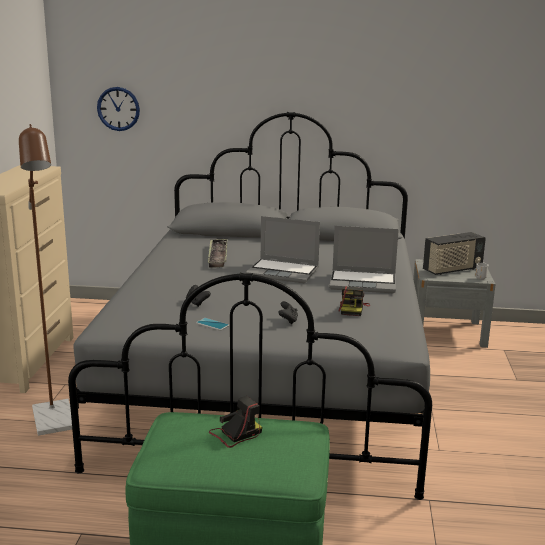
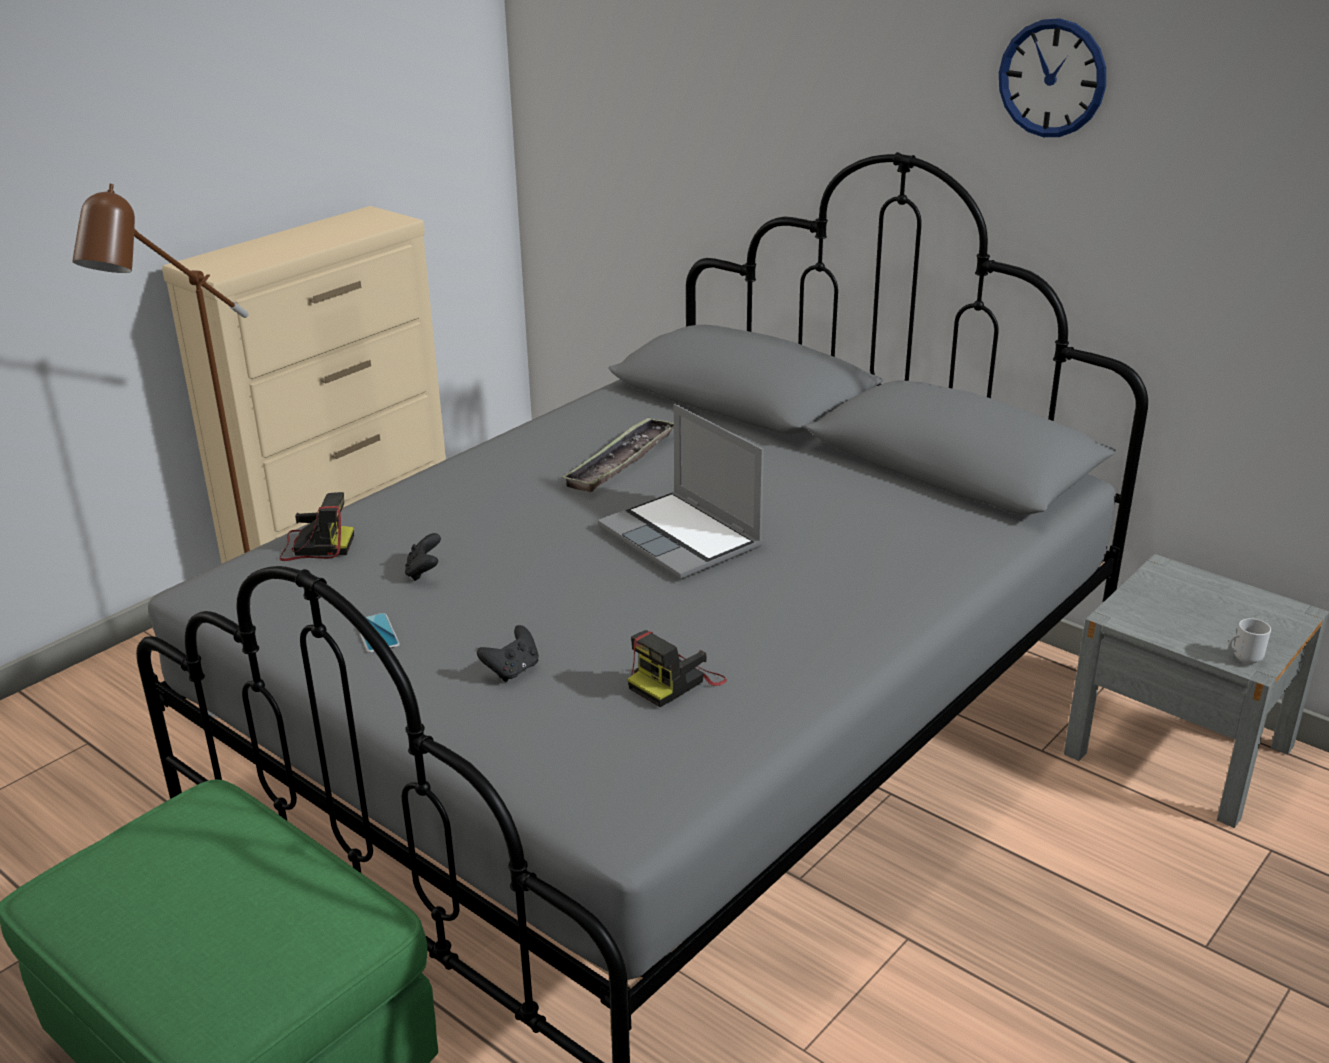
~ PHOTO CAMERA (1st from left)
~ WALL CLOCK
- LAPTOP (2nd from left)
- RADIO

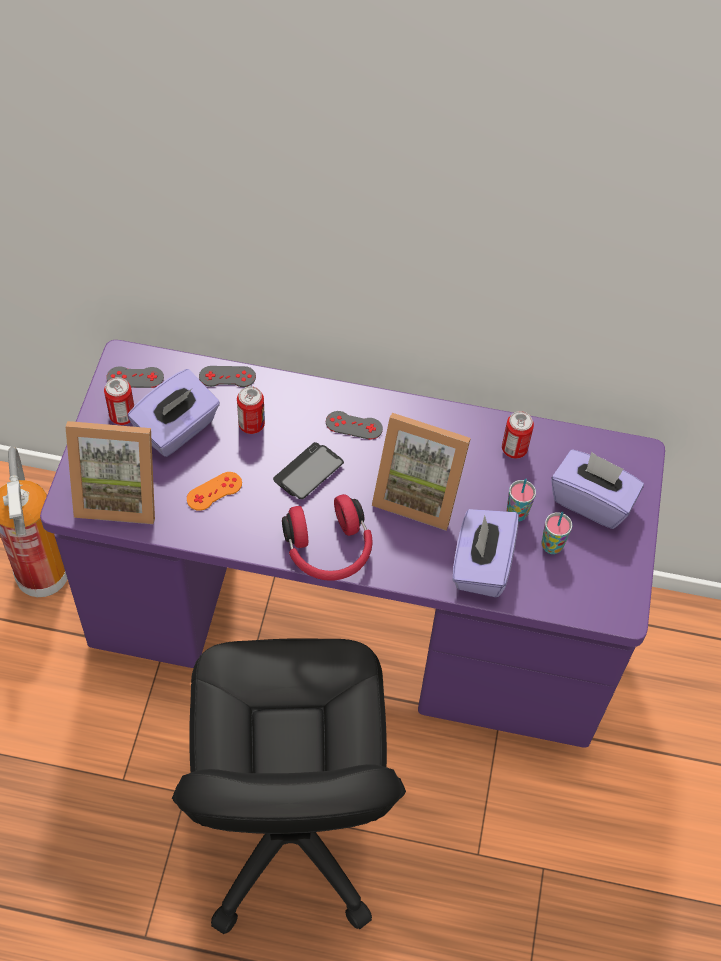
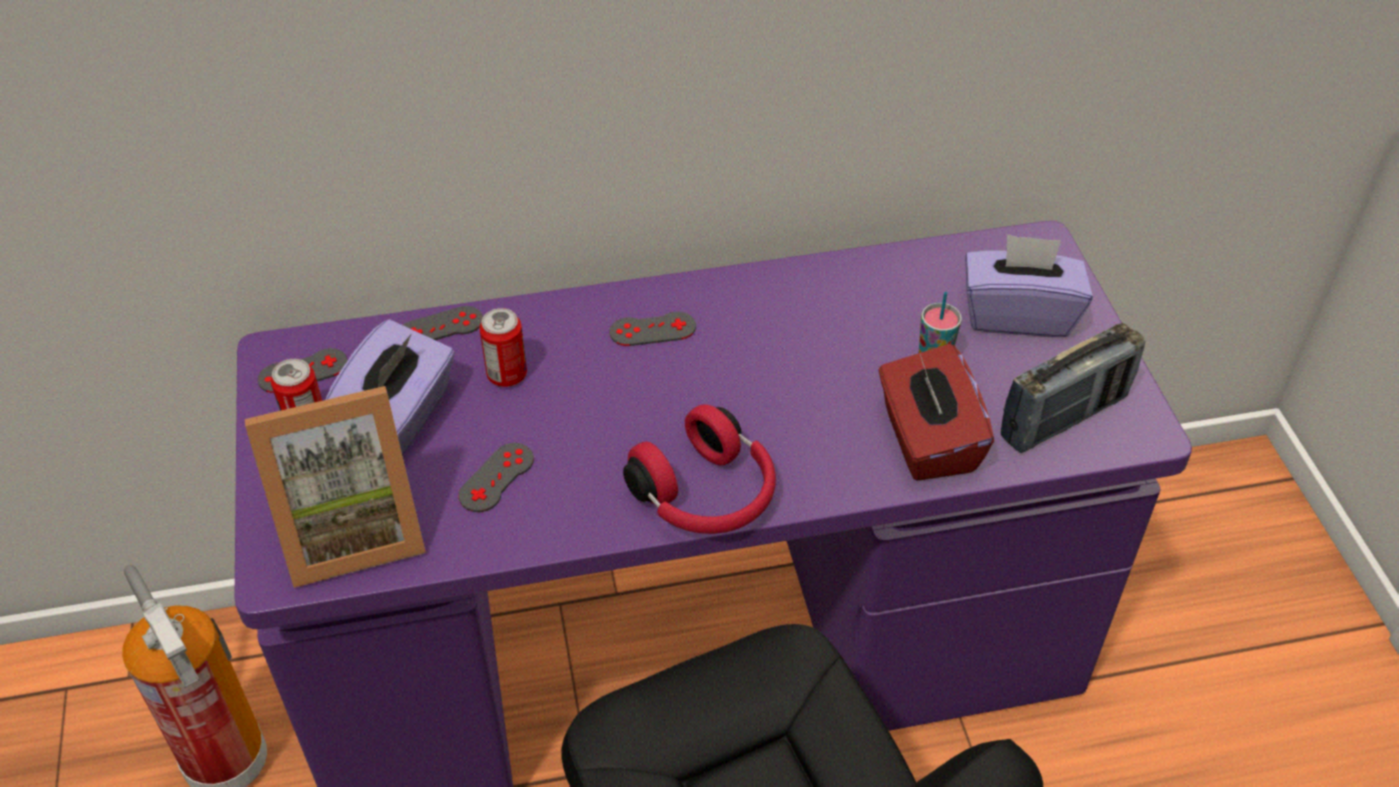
~ ORANGE GAME CONTROLLER to GREY GAME CONTROLLER (3rd from left)
~ PURPLE TISSUE BOX (2nd from left) to RED TISSUE BOX
+ RADIO
- PHONE
- PICTURE FRAME (2nd from left)
- CAN (3rd from left)
- CUP (2nd from left)

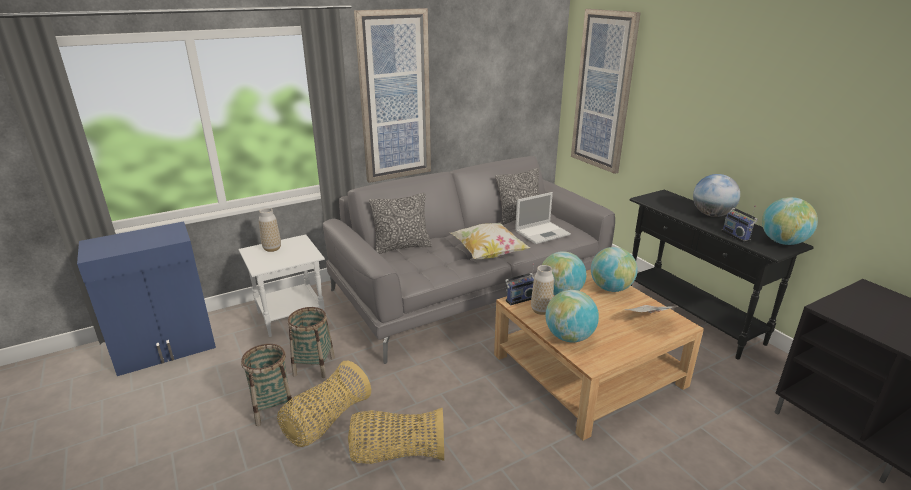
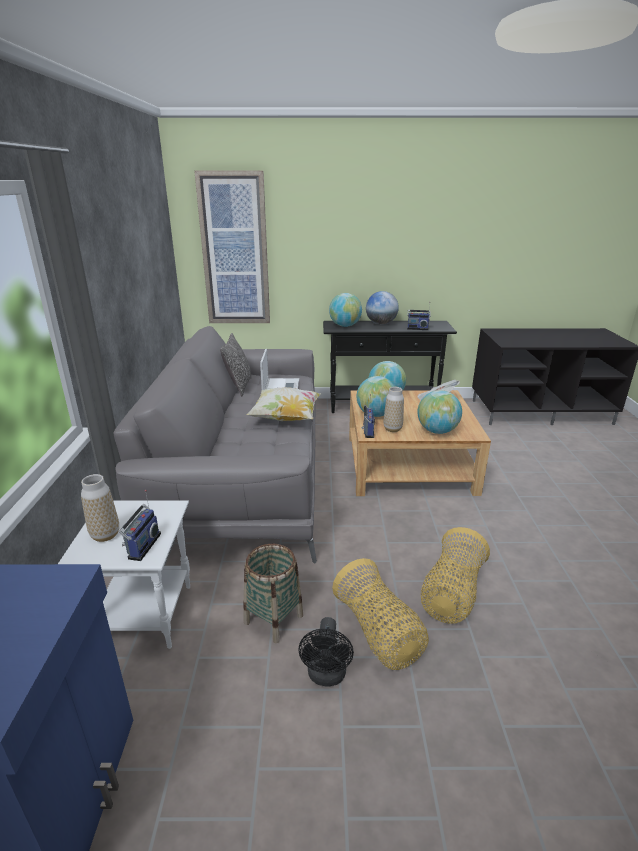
+ RADIO (1st from left)
~ BASKET (1st from left) to BLACK FAN
~ GLOBE (5th from left in the first image) to GLOBE (1st from left)
- PICTURE (1st from left)
- PILLOW (1st from left)

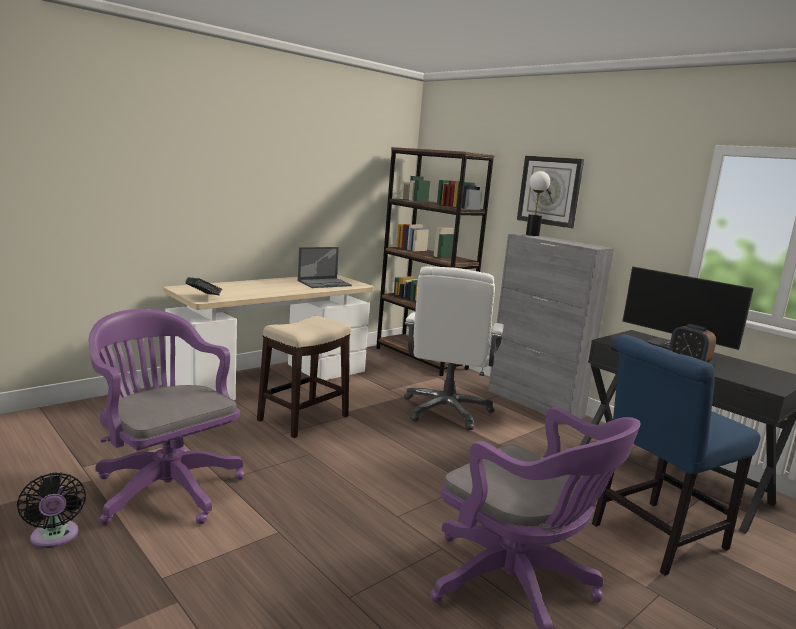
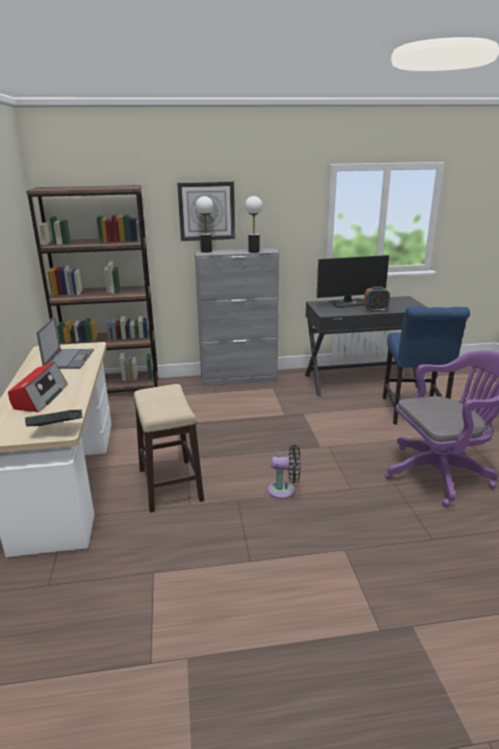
+ RADIO
+ TABLE LAMP (2nd from left)
~ BLACK FAN
- PURPLE OFFICE CHAIR (1st from left)
- WHITE OFFICE CHAIR

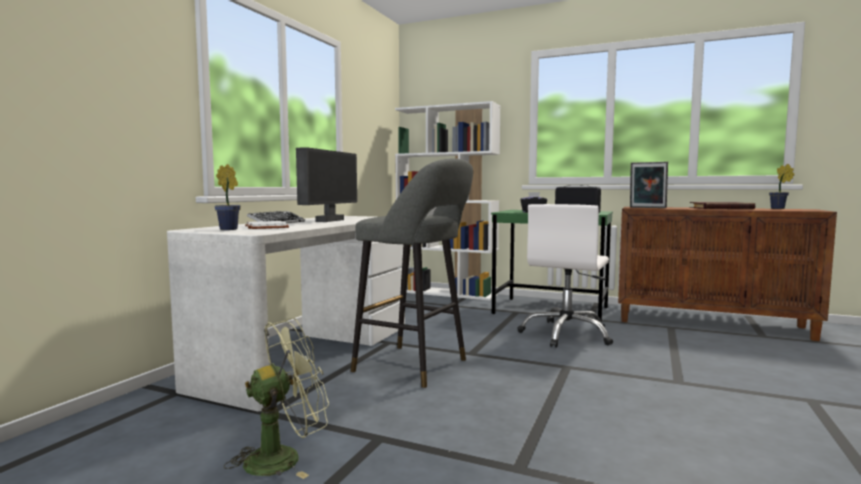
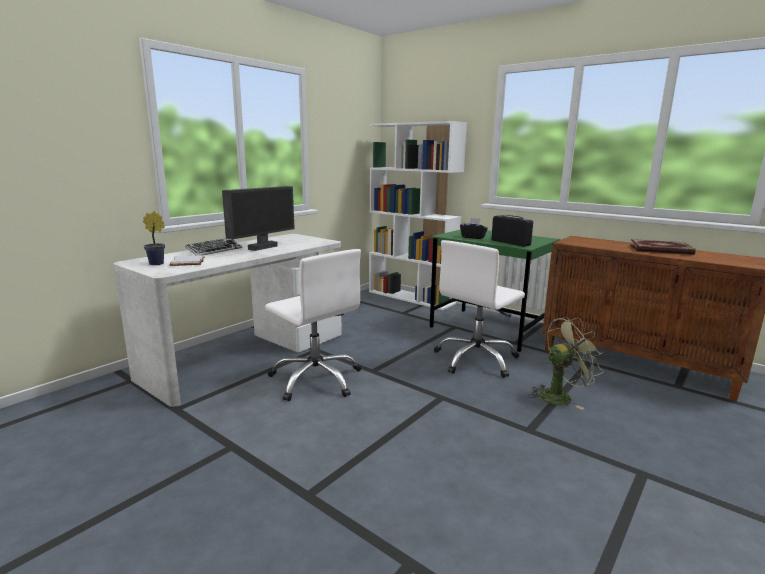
~ GREY STOOL to WHITE OFFICE CHAIR (1st from left)
~ GREEN FAN
- PICTURE FRAME
- POTTED PLANT (2nd from left)

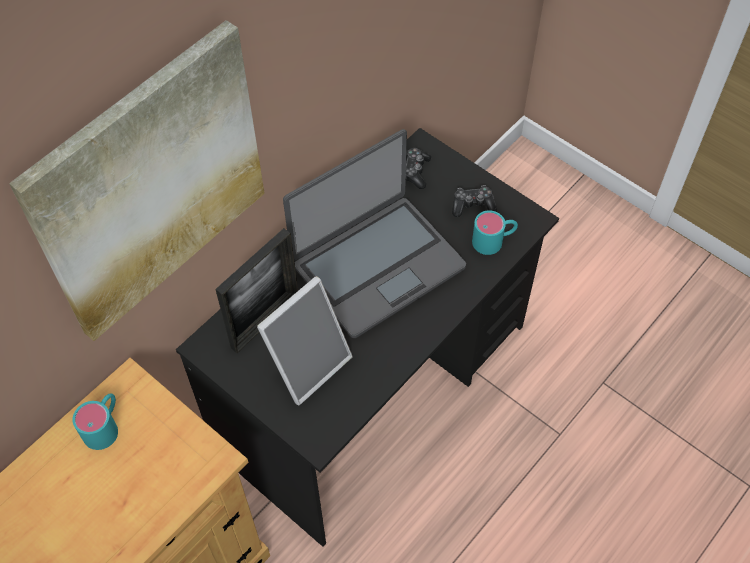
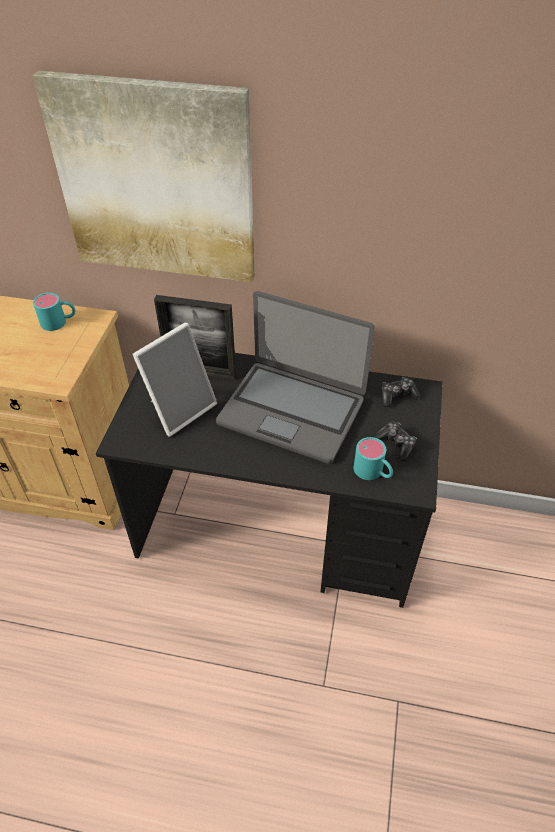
~ PICTURE FRAME (2nd from left in the first image) 60 degrees counterclockwise

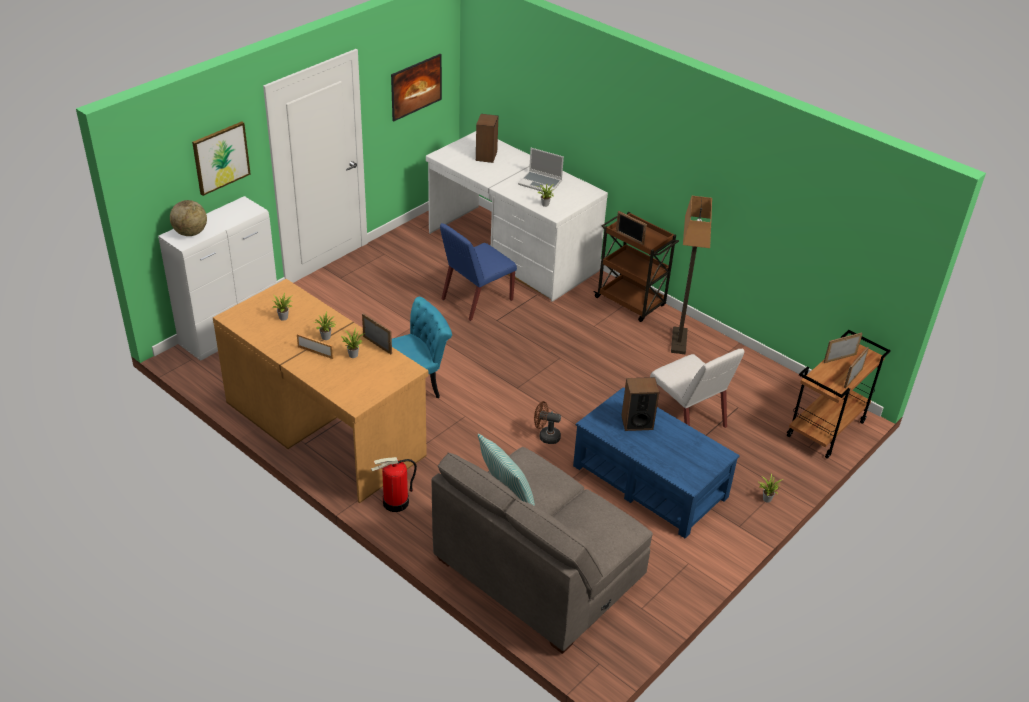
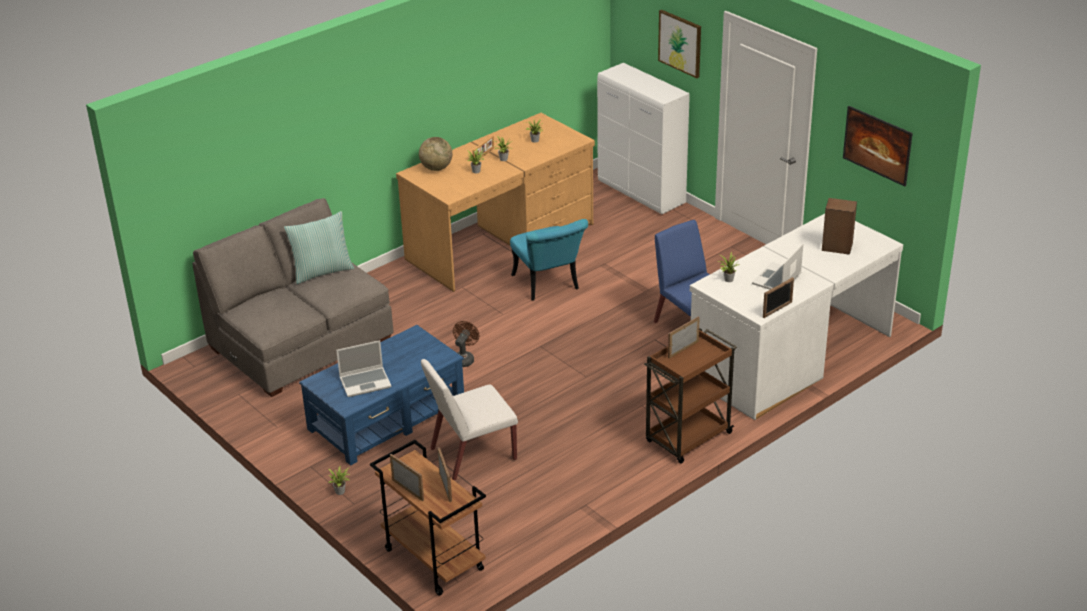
+ LAPTOP (1st from left)
~ GLOBE
~ PICTURE FRAME (2nd from left in the first image) to PICTURE FRAME (5th from left)
- FIRE EXTINGUISHER
- SPEAKER (2nd from left)
- FLOOR LAMP

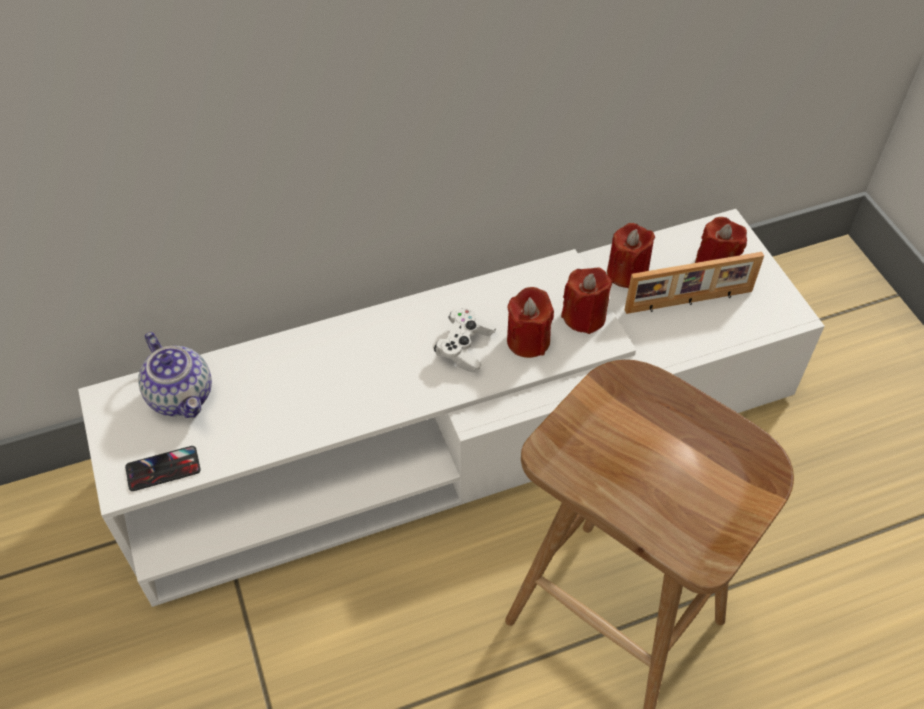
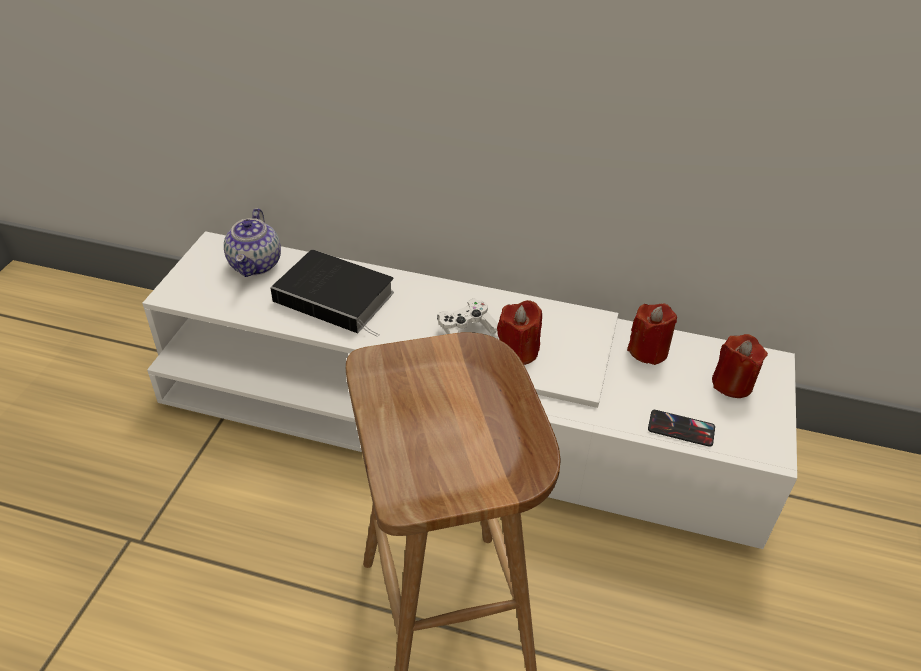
+ BOOK
~ PHONE
- RED CANDLE (2nd from left)
- PICTURE FRAME

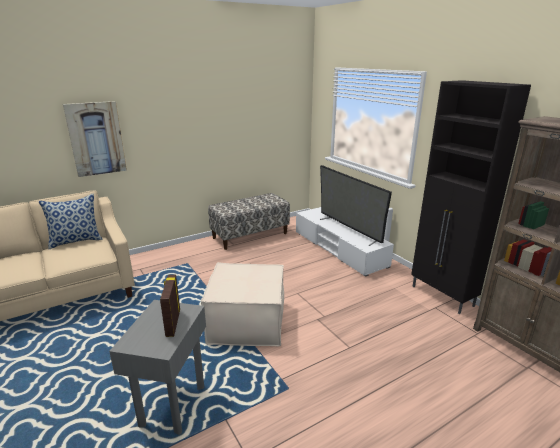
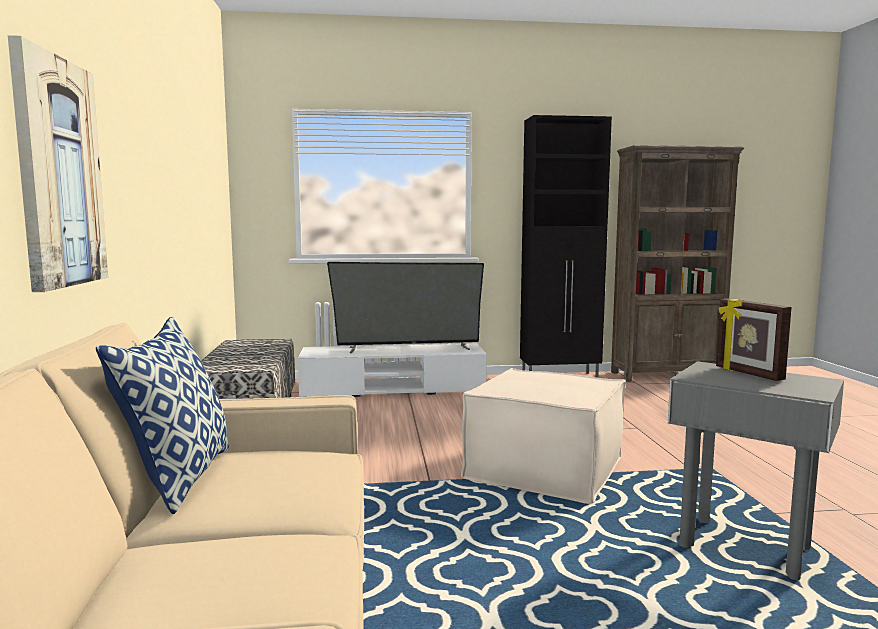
~ PICTURE FRAME 45 degrees clockwise

